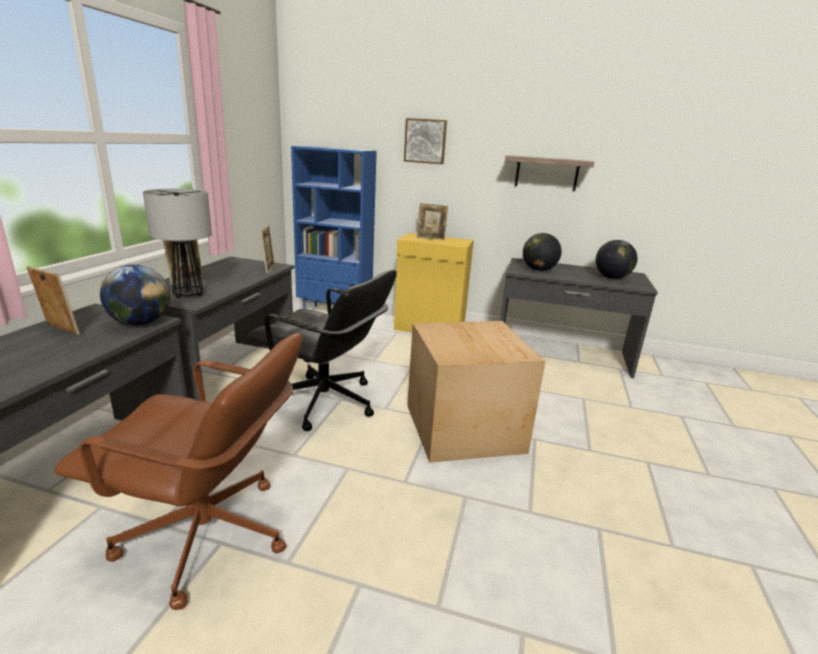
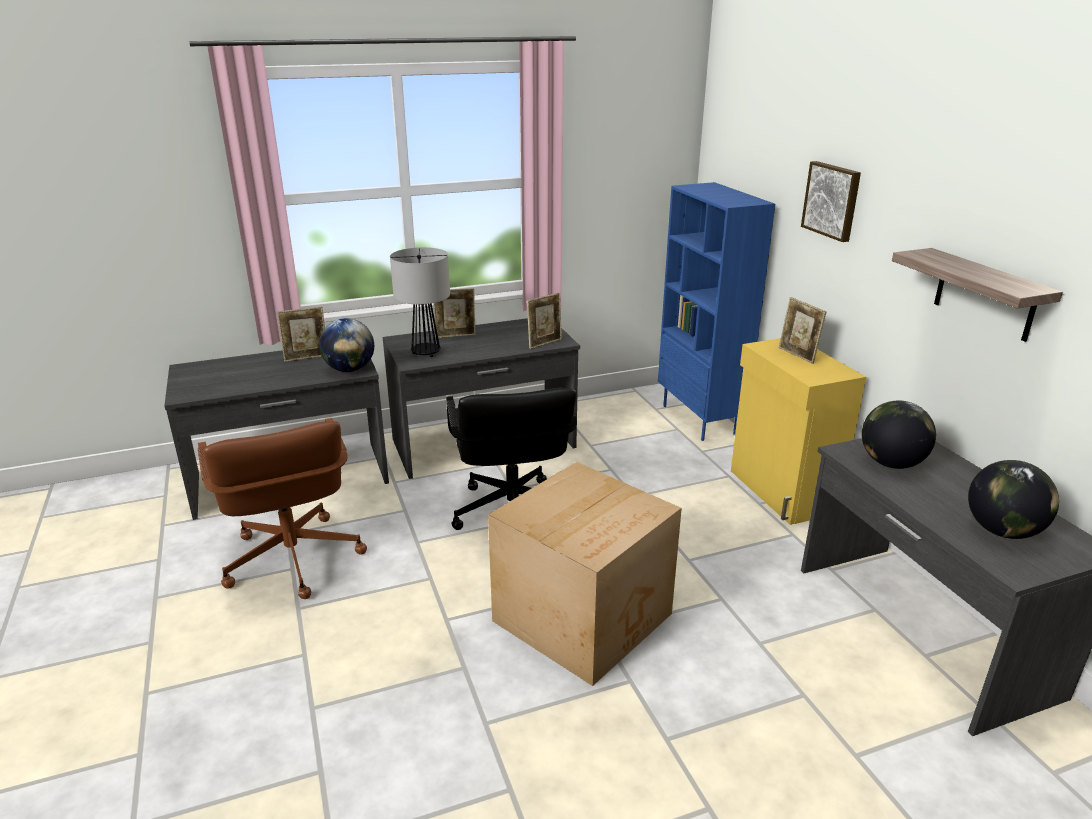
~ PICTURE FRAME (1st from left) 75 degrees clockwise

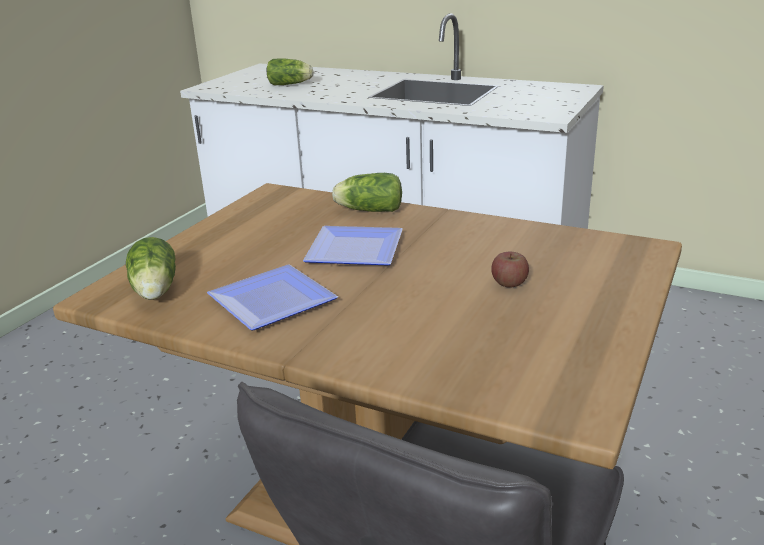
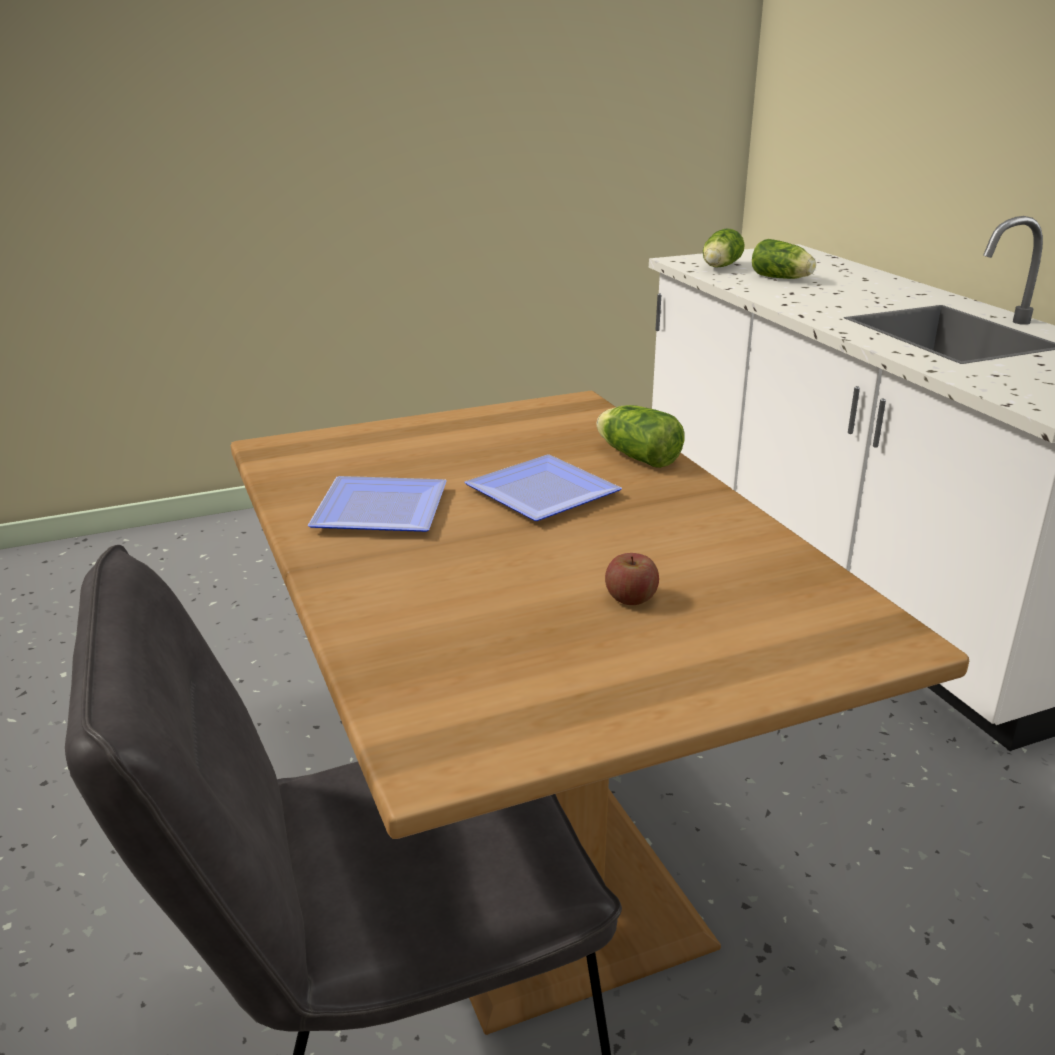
~ LETTUCE (1st from left in the first image) to LETTUCE (2nd from left)

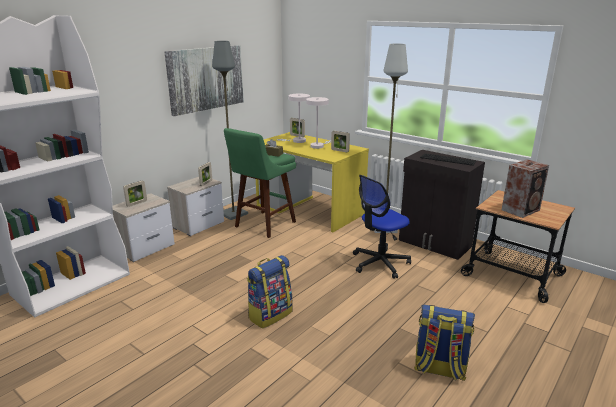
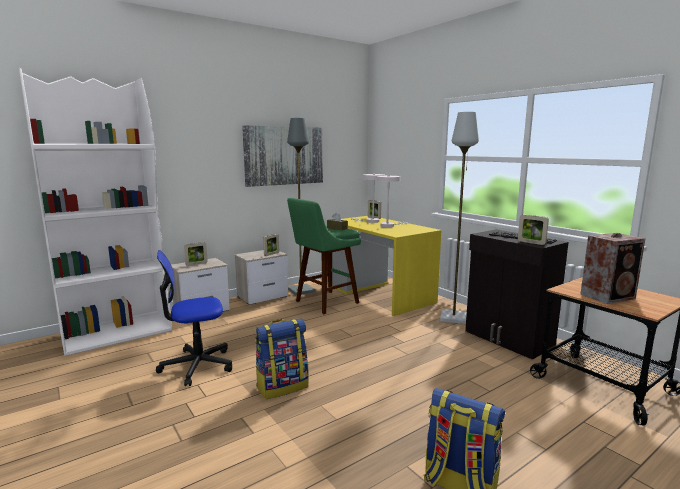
~ OFFICE CHAIR
~ PICTURE FRAME (4th from left)

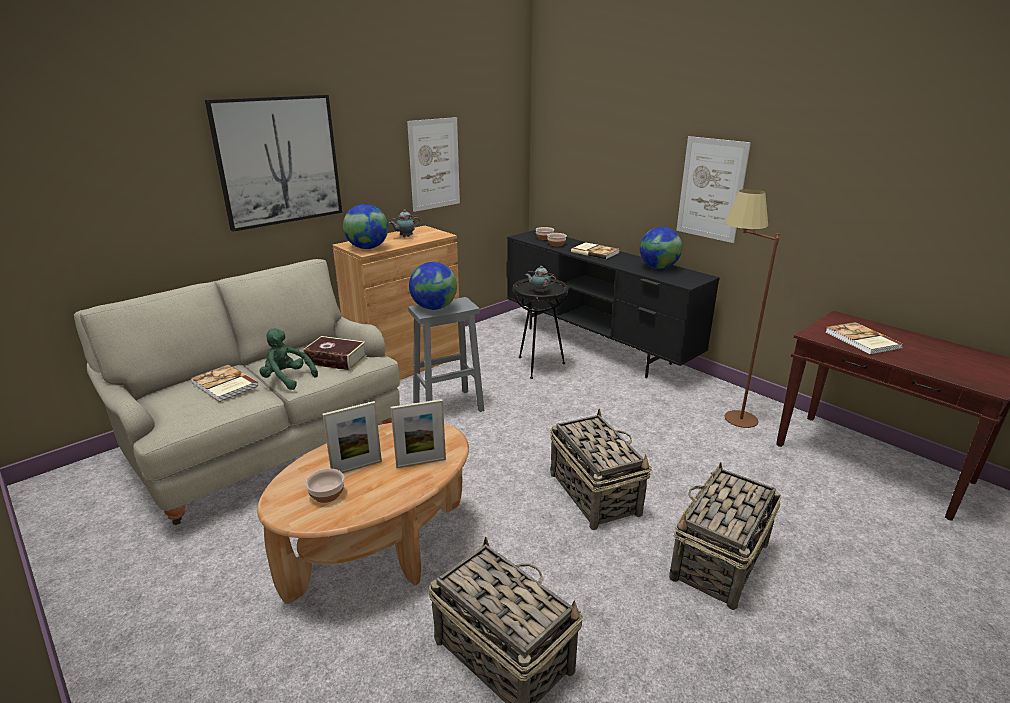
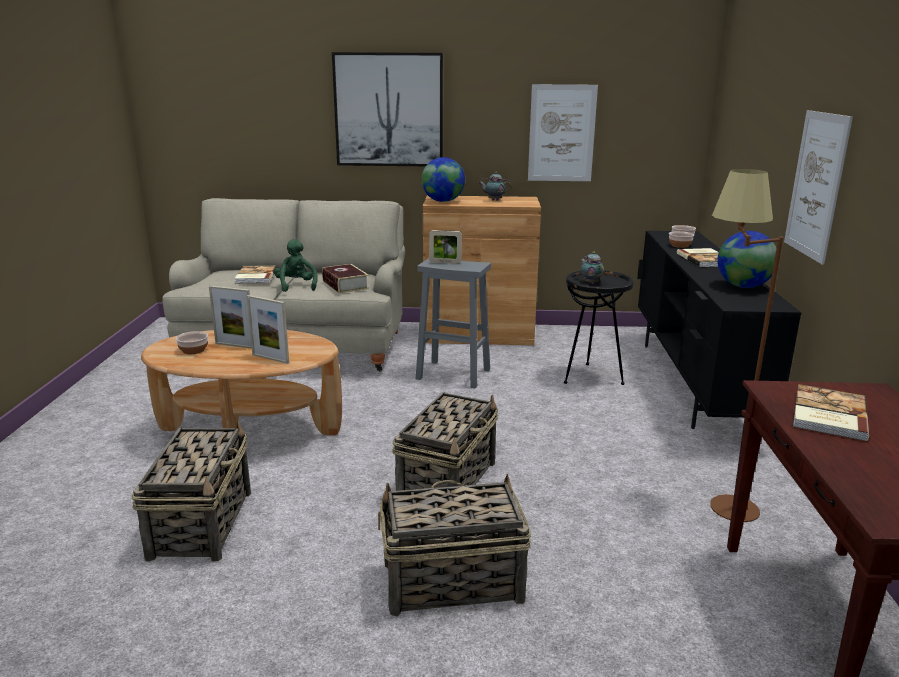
~ GLOBE (2nd from left) to PICTURE FRAME (3rd from left)

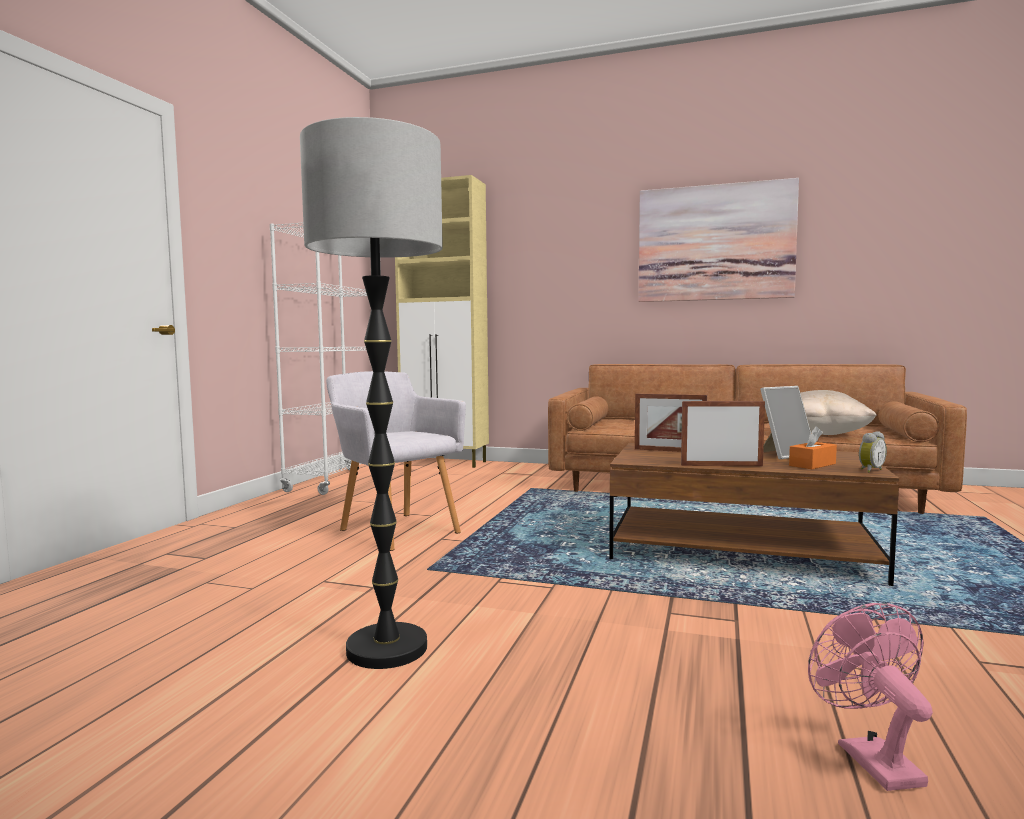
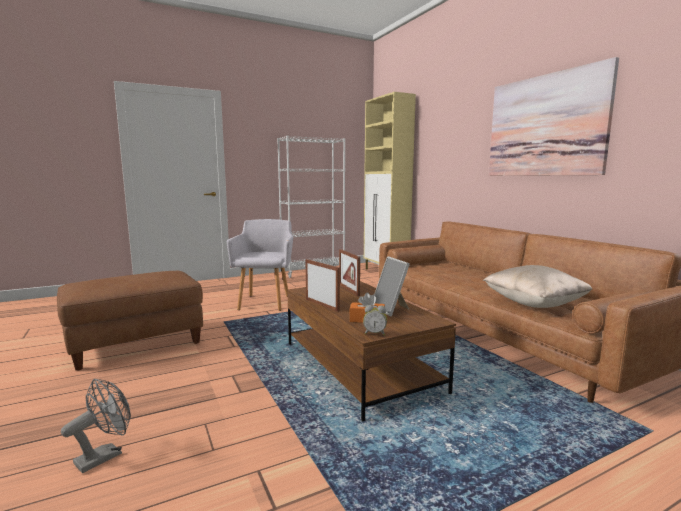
~ FLOOR LAMP to BROWN OTTOMAN
~ PINK FAN to GREY FAN
~ PICTURE FRAME (3rd from left) 45 degrees clockwise

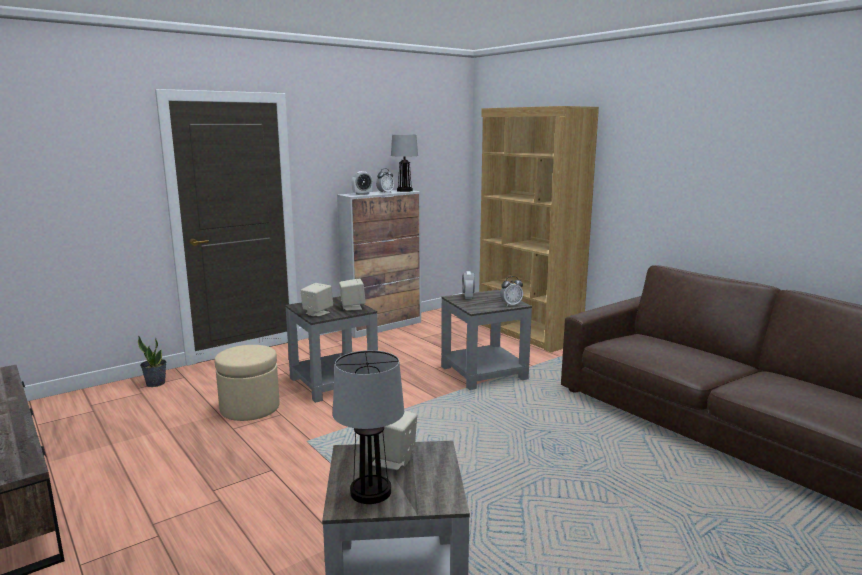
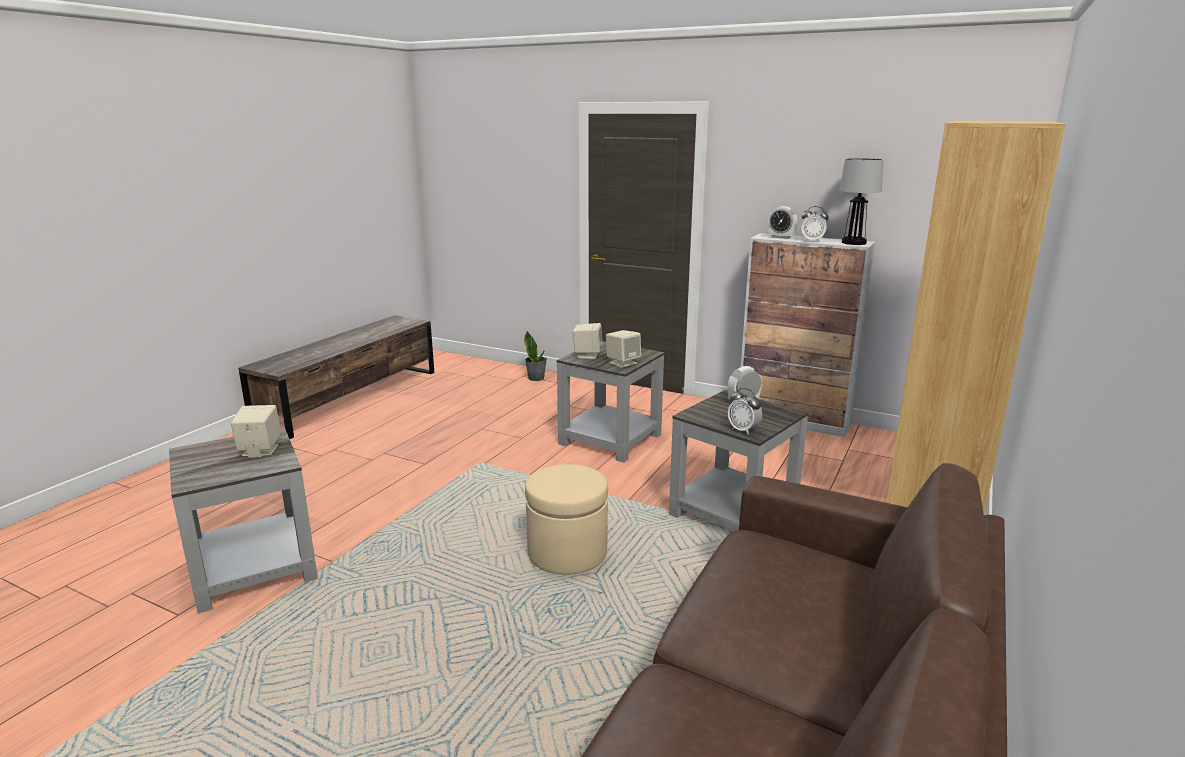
~ BEIGE OTTOMAN
- TABLE LAMP (1st from left)

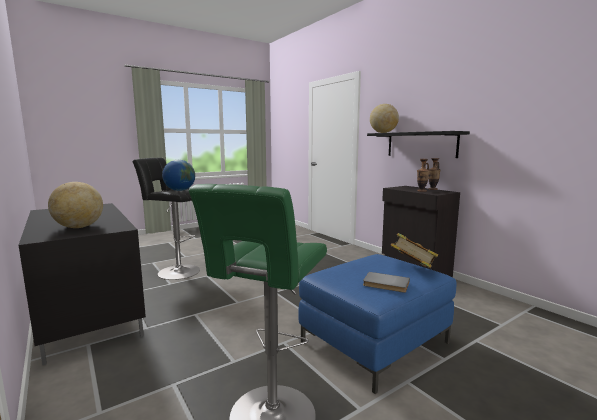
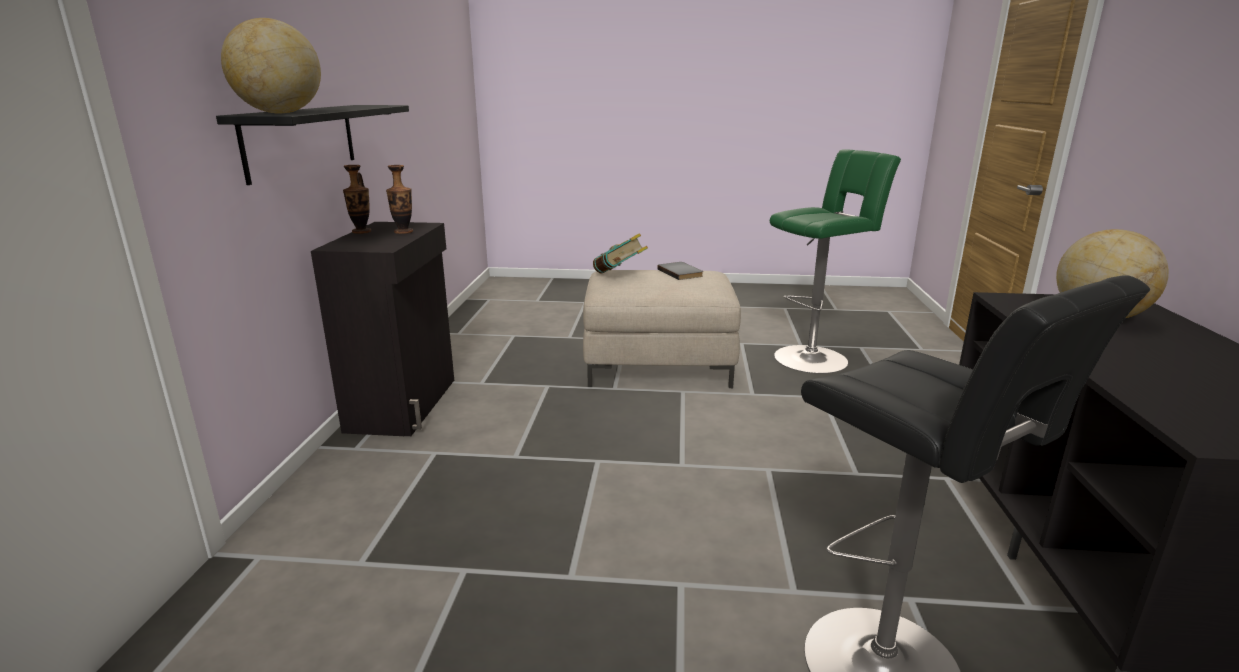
~ BLUE OTTOMAN to BEIGE OTTOMAN
- GLOBE (2nd from left)

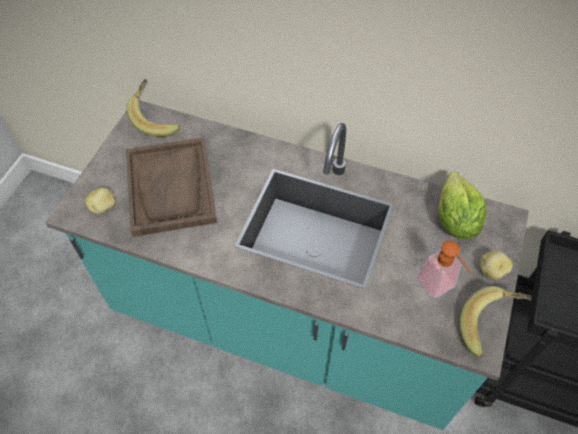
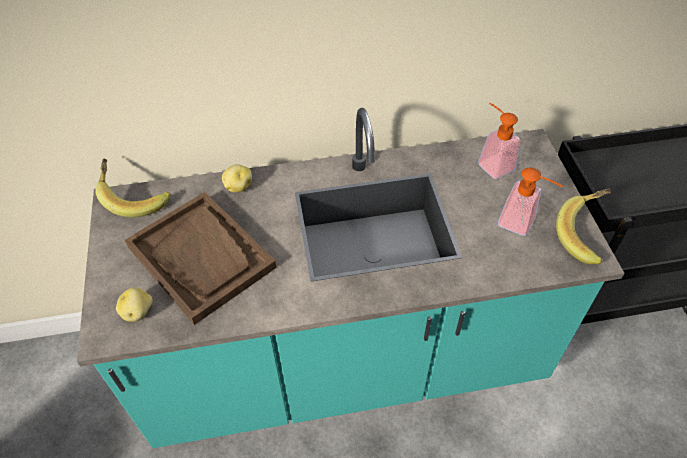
~ POTATO (2nd from left)
~ LETTUCE to SOAP DISPENSER (1st from left)

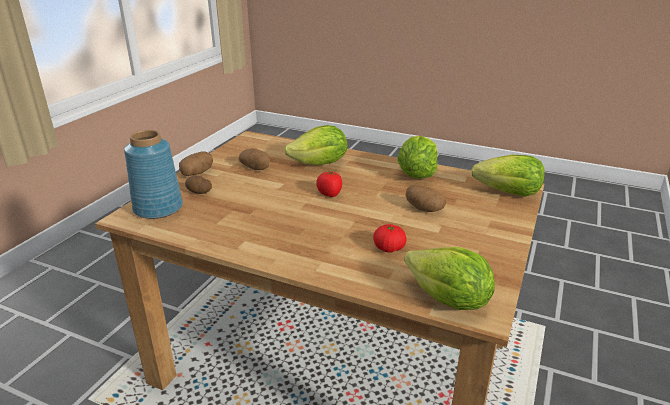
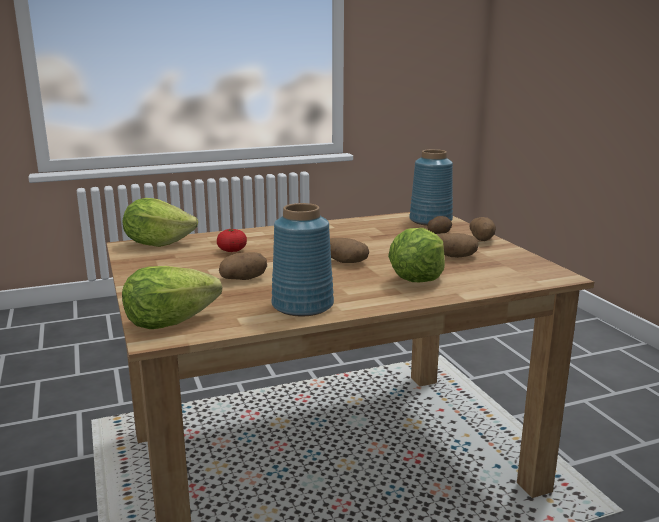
~ LETTUCE (2nd from left) to BLUE VASE (1st from left)
~ TOMATO (1st from left) to POTATO (2nd from left)

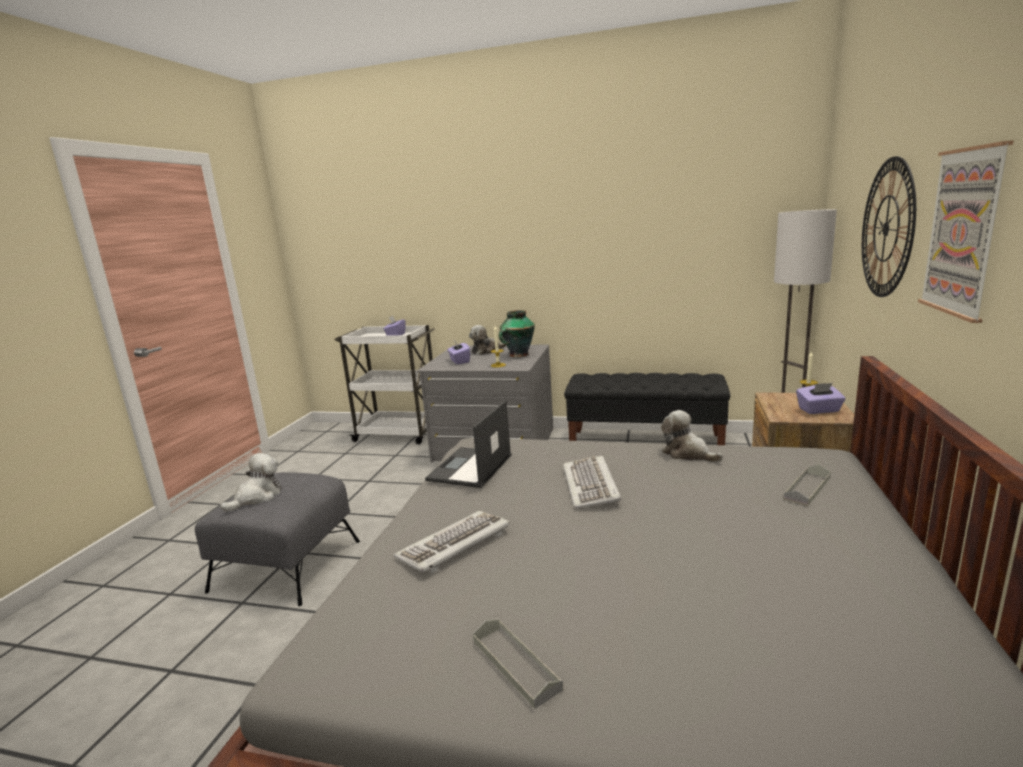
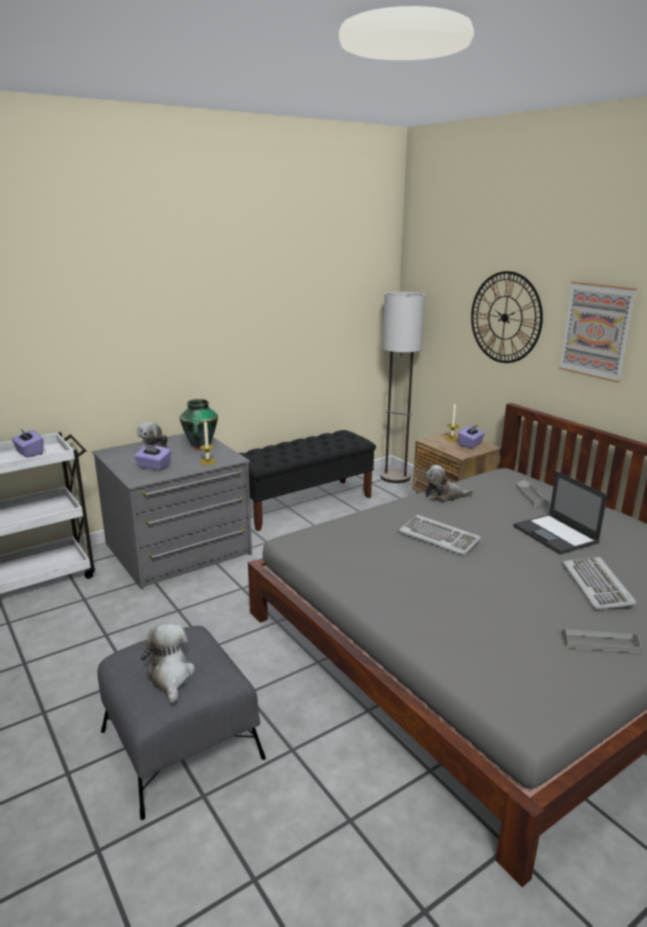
~ LAPTOP
~ KEYBOARD (1st from left in the first image) to KEYBOARD (2nd from left)

